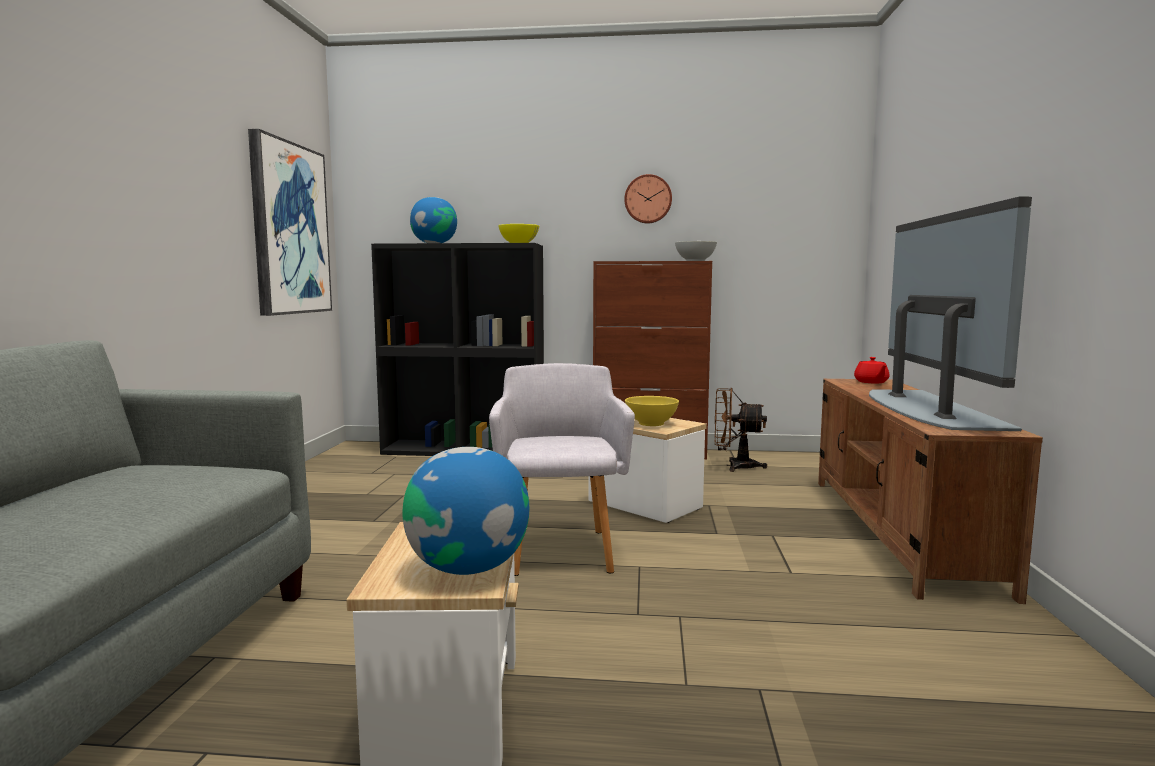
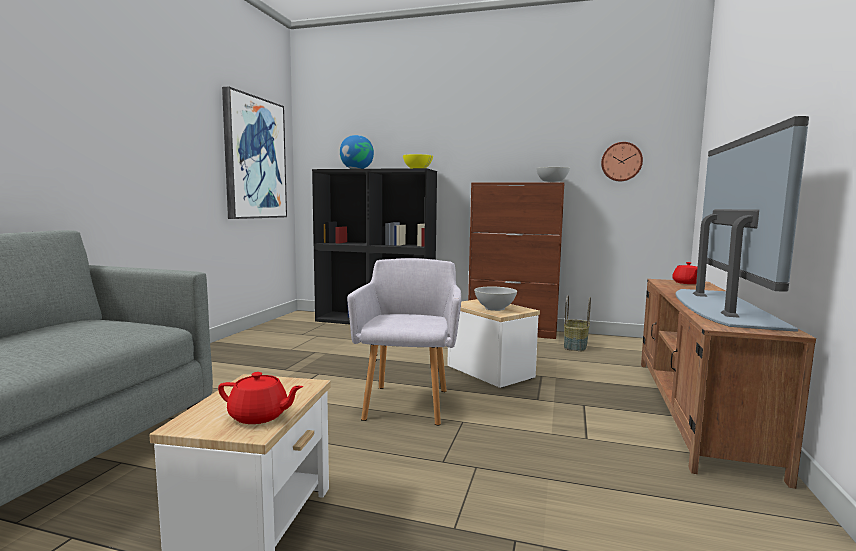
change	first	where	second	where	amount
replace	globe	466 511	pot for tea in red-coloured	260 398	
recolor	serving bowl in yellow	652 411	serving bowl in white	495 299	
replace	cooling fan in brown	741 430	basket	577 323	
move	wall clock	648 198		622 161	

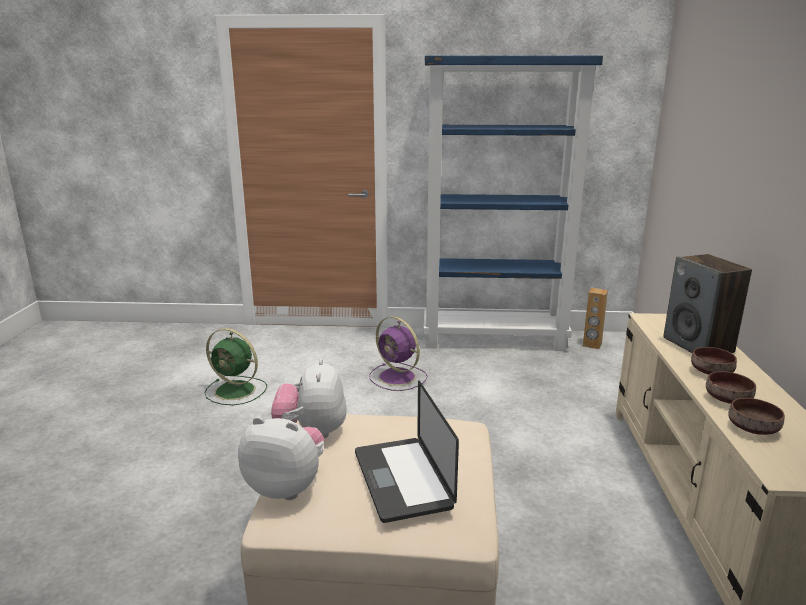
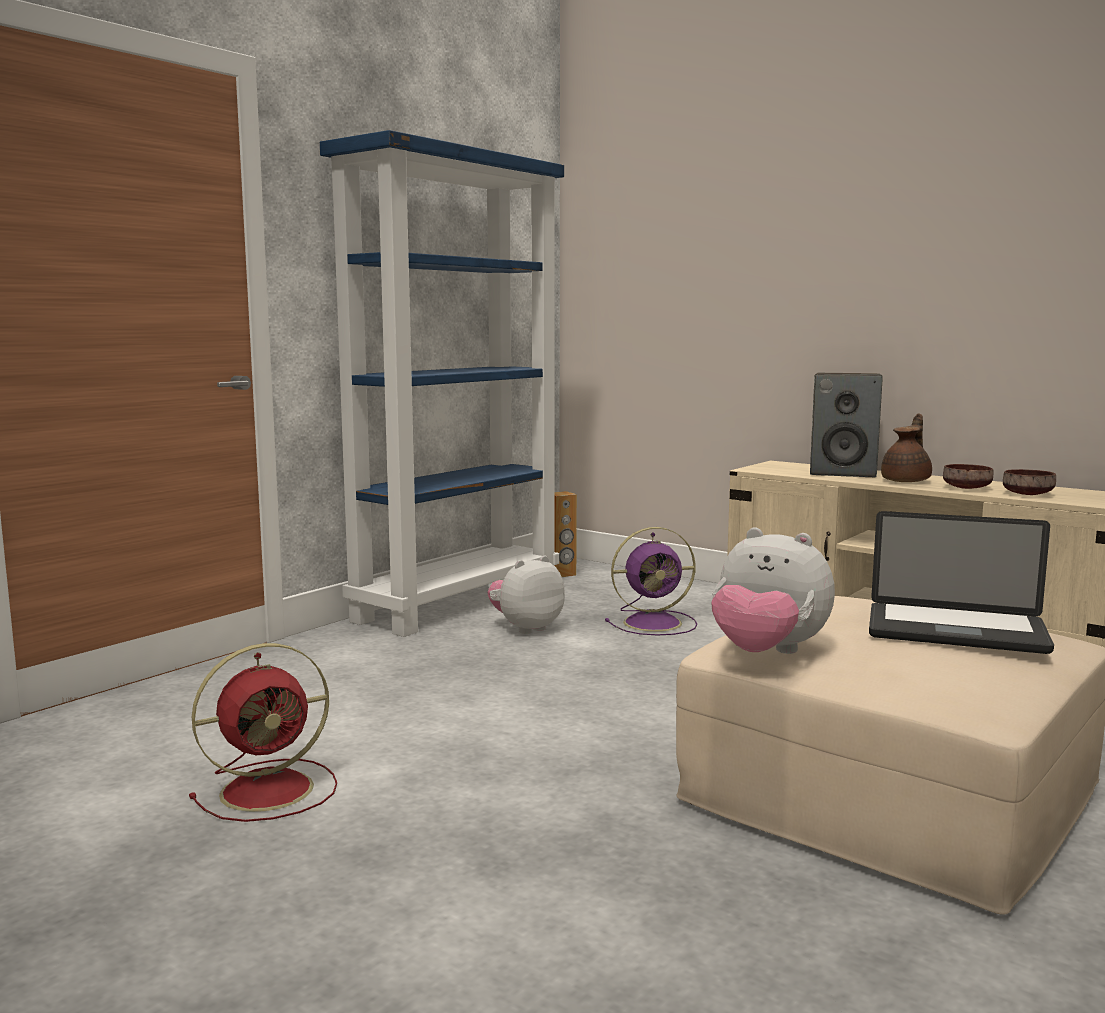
change	first	where	second	where	amount
recolor	cooling fan in greenish	235 366	cooling fan in red-coloured	263 732	
move	soft toy	281 458		526 594	
move	cooling fan in purple-coloured	398 353		651 581	
replace	serving bowl in brown	714 361	pot for tea in brown	906 447	

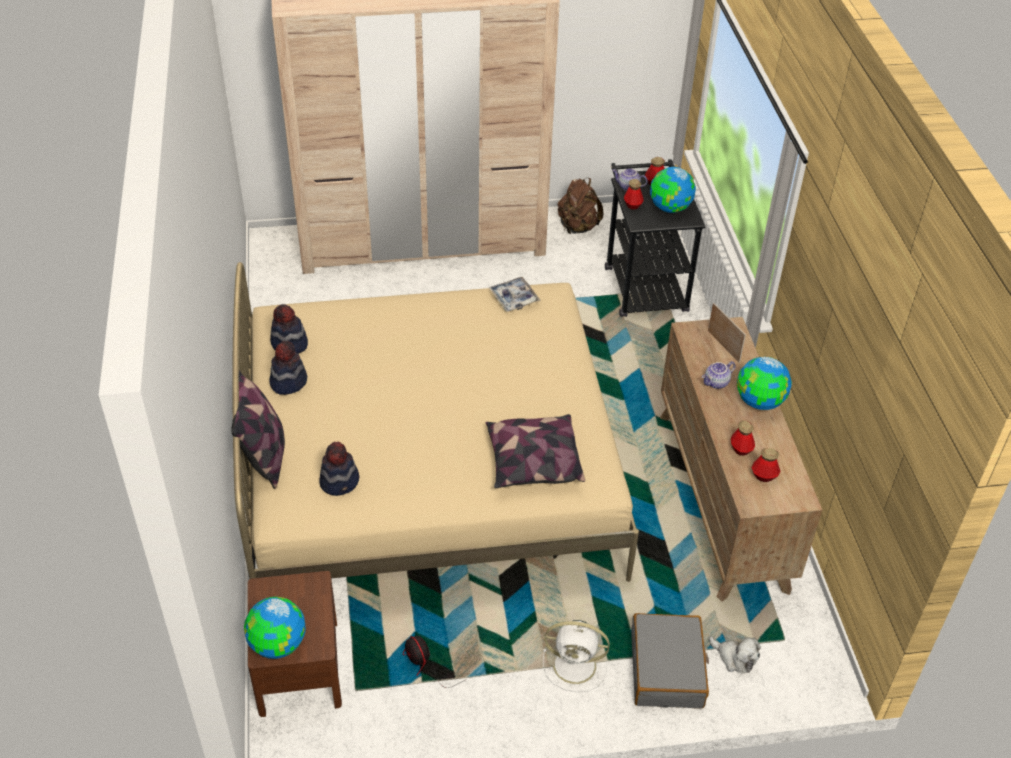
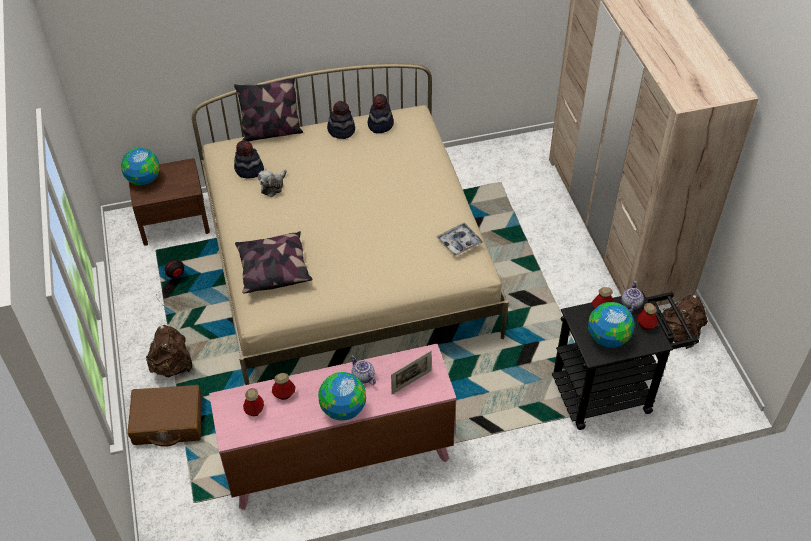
change	first	where	second	where	amount
recolor	suitcase in greyish	670 661	suitcase in brown	165 416	
replace	cooling fan in white	576 656	rucksack in brown	169 351	
recolor	dresser in brown	741 459	dresser in pink-coloured	333 427	
move	soft toy	735 655		272 183	

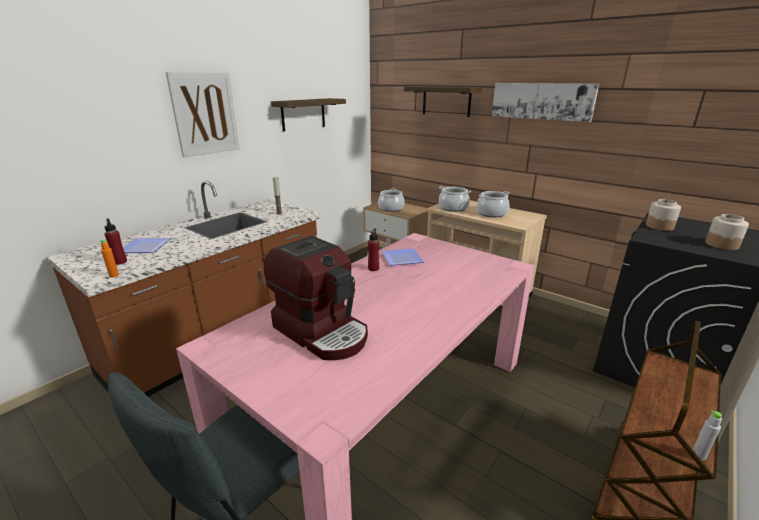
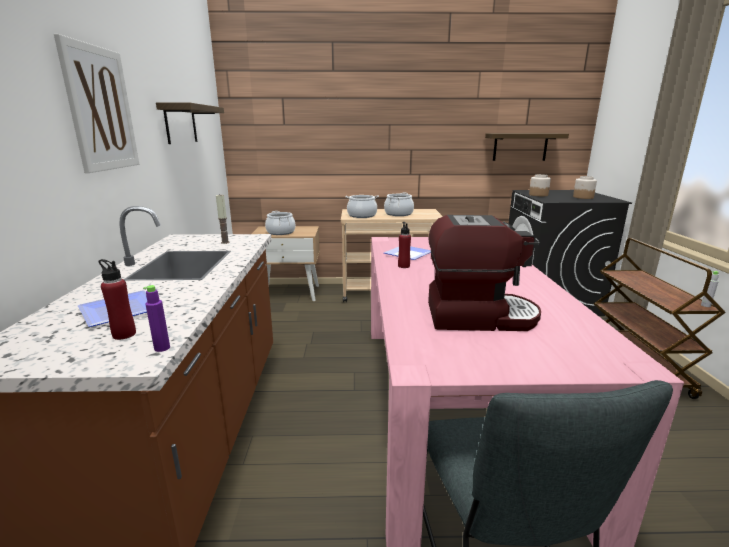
change	first	where	second	where	amount
recolor	beverage bottle in orange-coloured	109 259	beverage bottle in purple-coloured	156 318	
move	bracket shelf	443 101		527 147	
delete	wall picture	545 102			

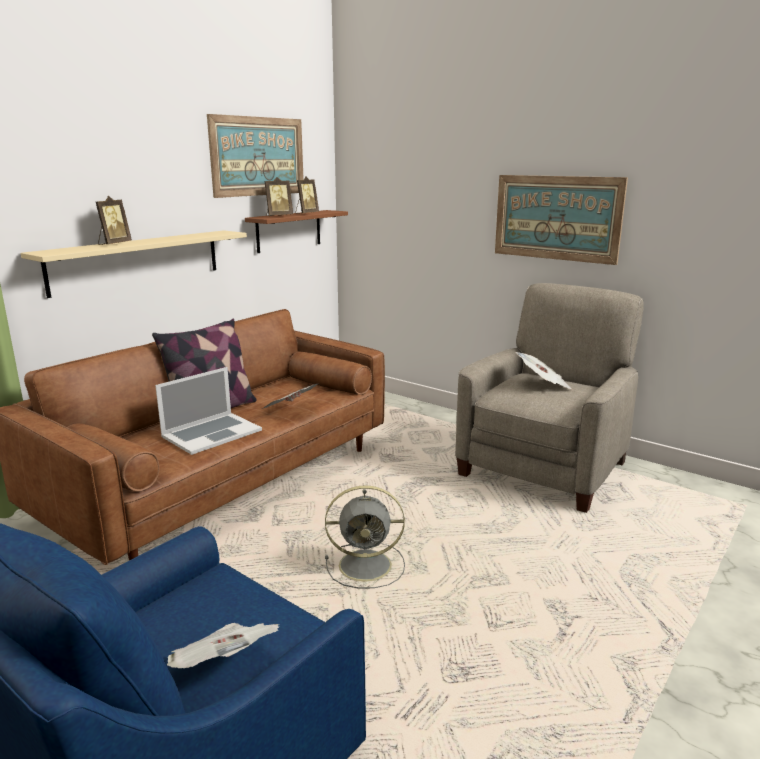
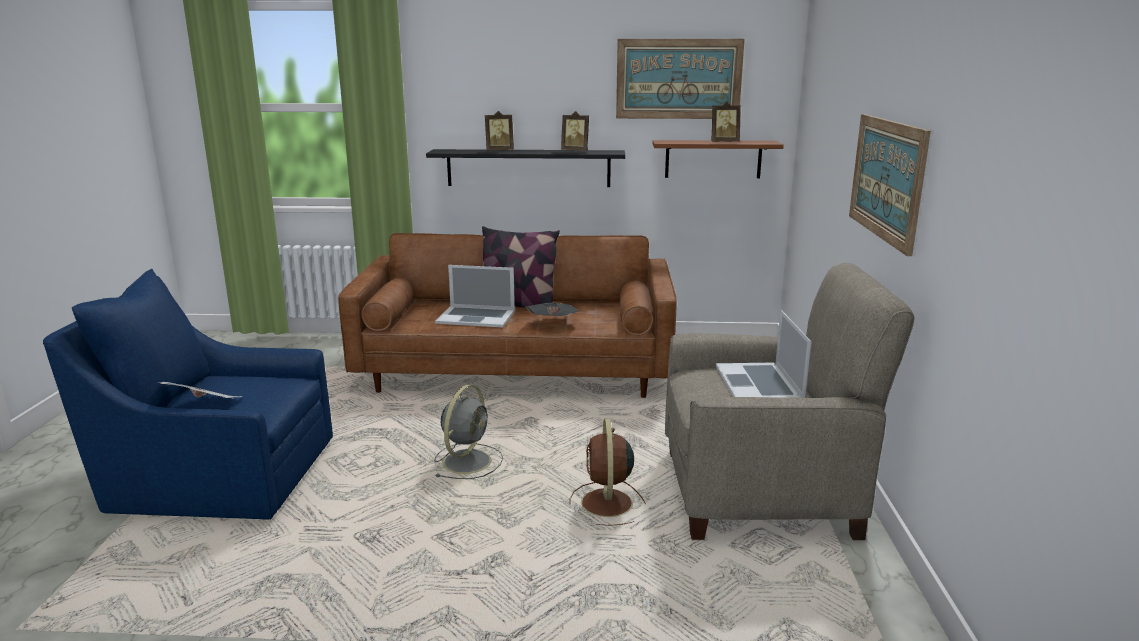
change	first	where	second	where	amount
recolor	bracket shelf in beige	134 264	bracket shelf in black-coloured	525 168	
rotate	cooling fan in greyish	365 537		468 432	120 degrees counterclockwise
move	photo frame	279 196		575 131	
insert			cooling fan in brown	608 472	
replace	newspaper	544 370	laptop	764 354	

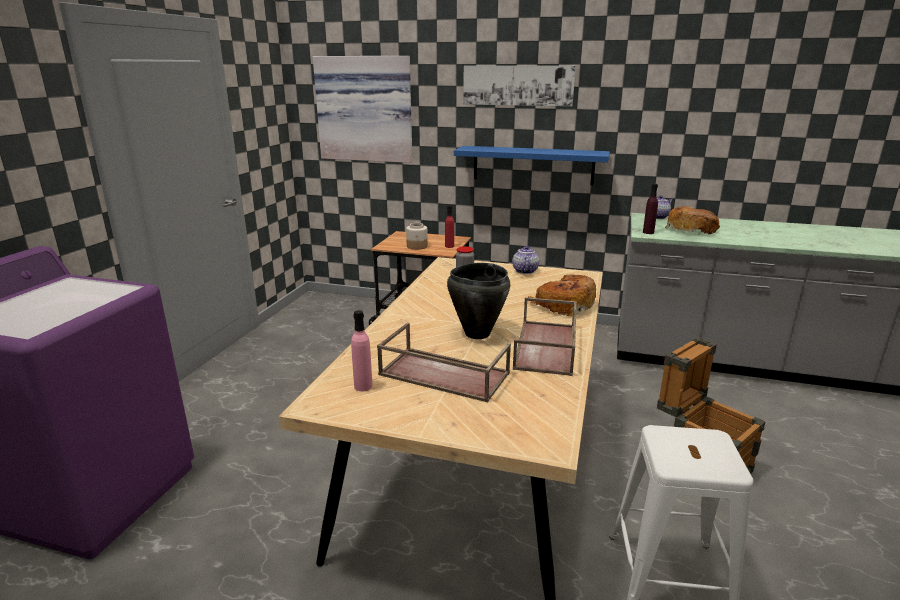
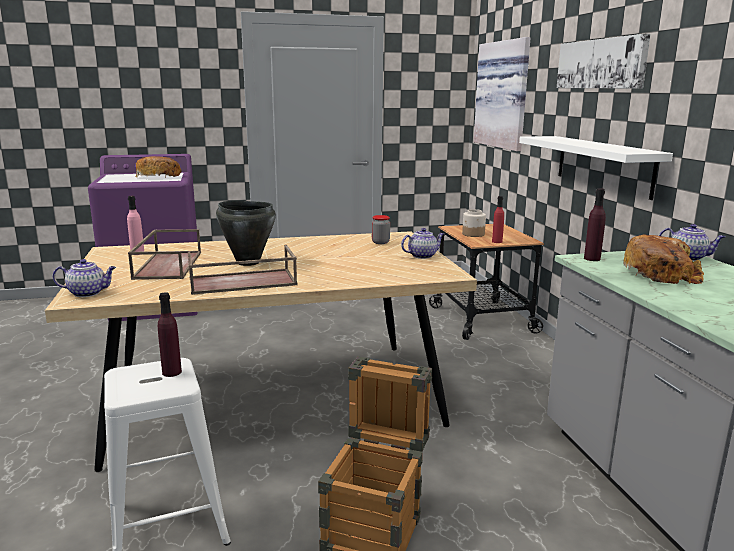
change	first	where	second	where	amount
insert			pot for tea	84 278	
move	bakery bread	562 295		159 166	
insert			beverage bottle in purple-coloured	170 334	
recolor	bracket shelf in blue	532 165	bracket shelf in white	596 168	

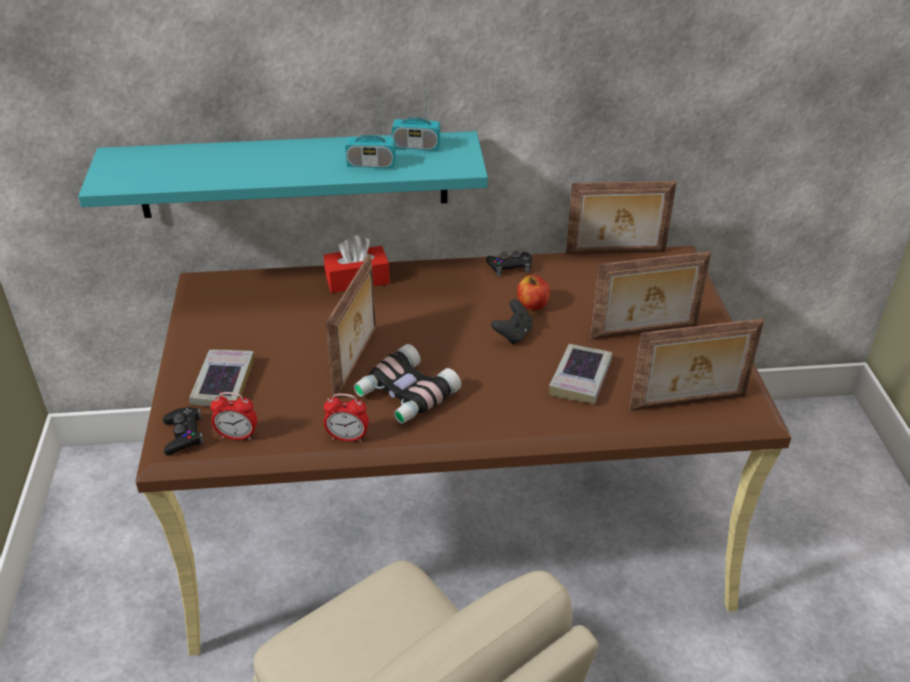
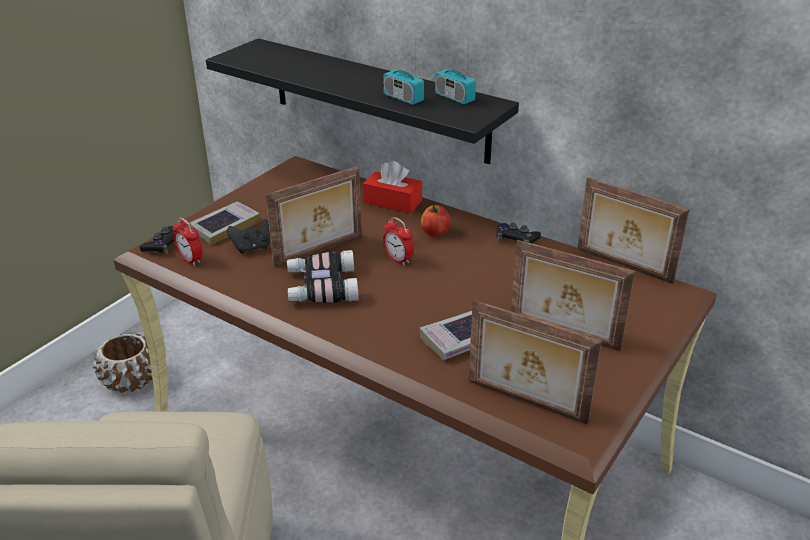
change	first	where	second	where	amount
insert			planter in brown	122 363	
recolor	bracket shelf in blue-green	283 174	bracket shelf in black-coloured	362 101	
move	gamepad in black-coloured	512 322		249 236	
move	bedside clock	346 417		398 241	
move	apple fruit	533 292		435 221	

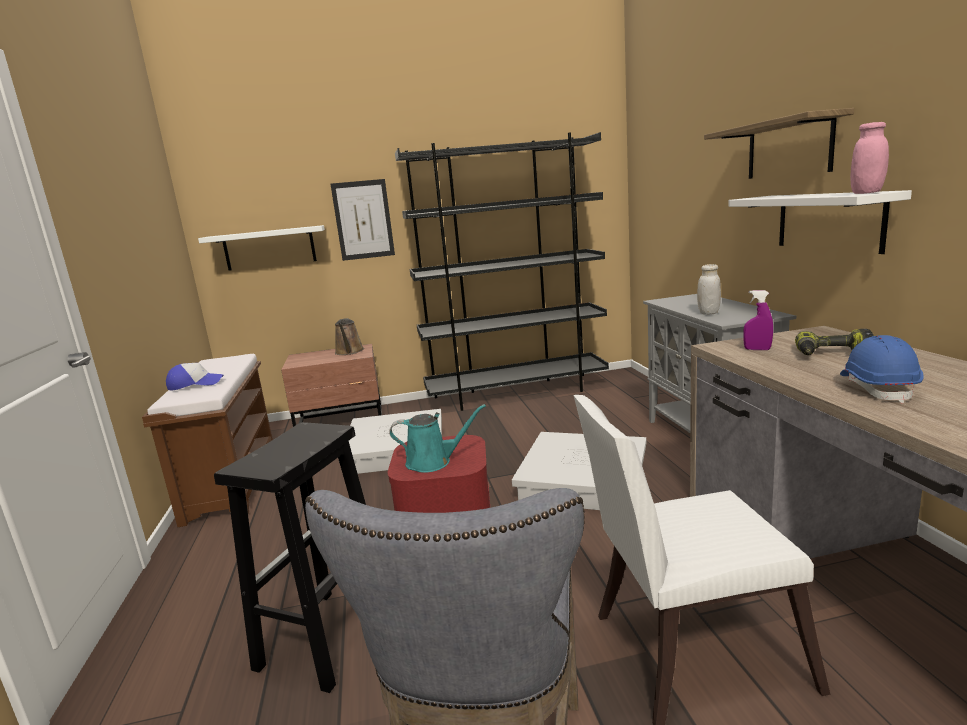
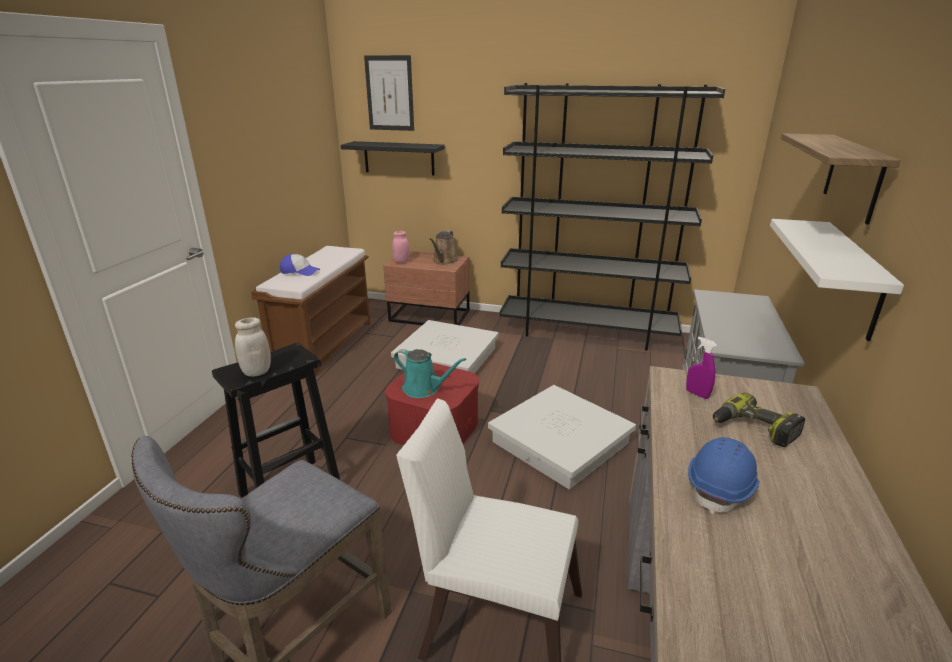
change	first	where	second	where	amount
move	jar in white	709 289		253 347	
recolor	bracket shelf in white	261 248	bracket shelf in black-coloured	393 158	
move	wall picture	363 220		389 93	
move	jar in pink-coloured	869 158		400 247	

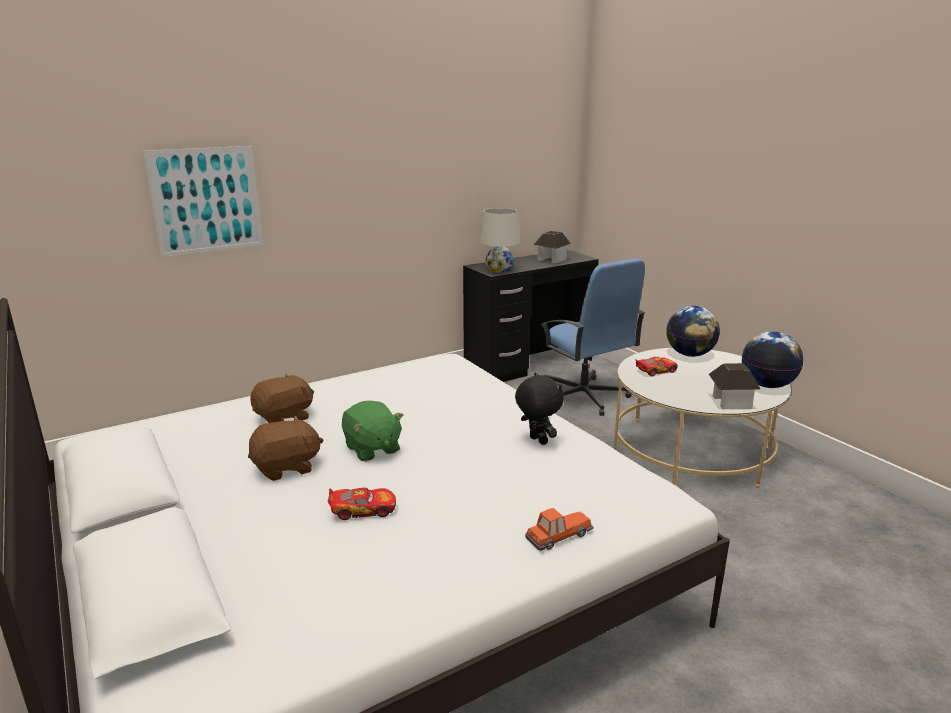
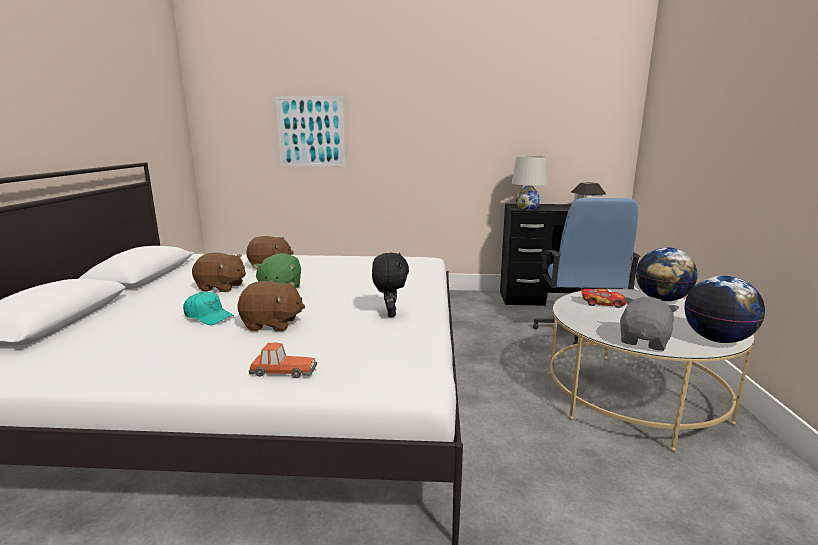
change	first	where	second	where	amount
replace	miniature car	362 504	cap in blue-green	208 308	
insert			soft toy in brown	271 306	
replace	miniature house	735 386	soft toy in greyish	649 324	

